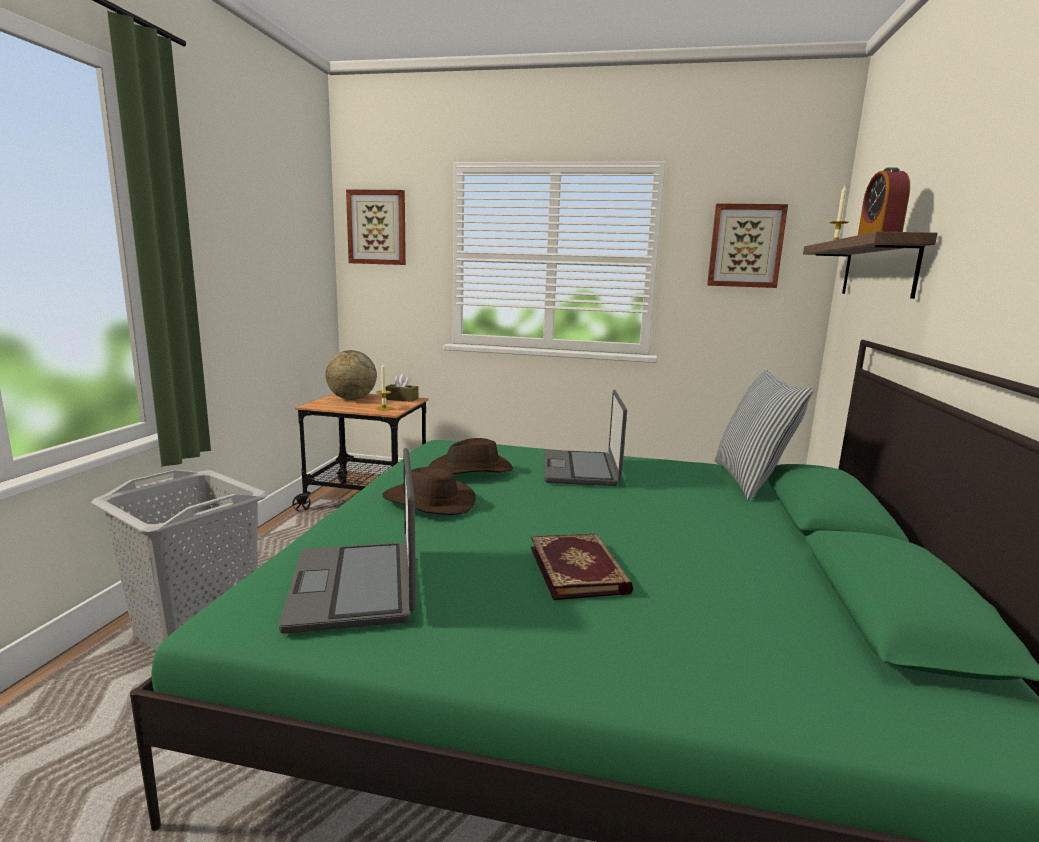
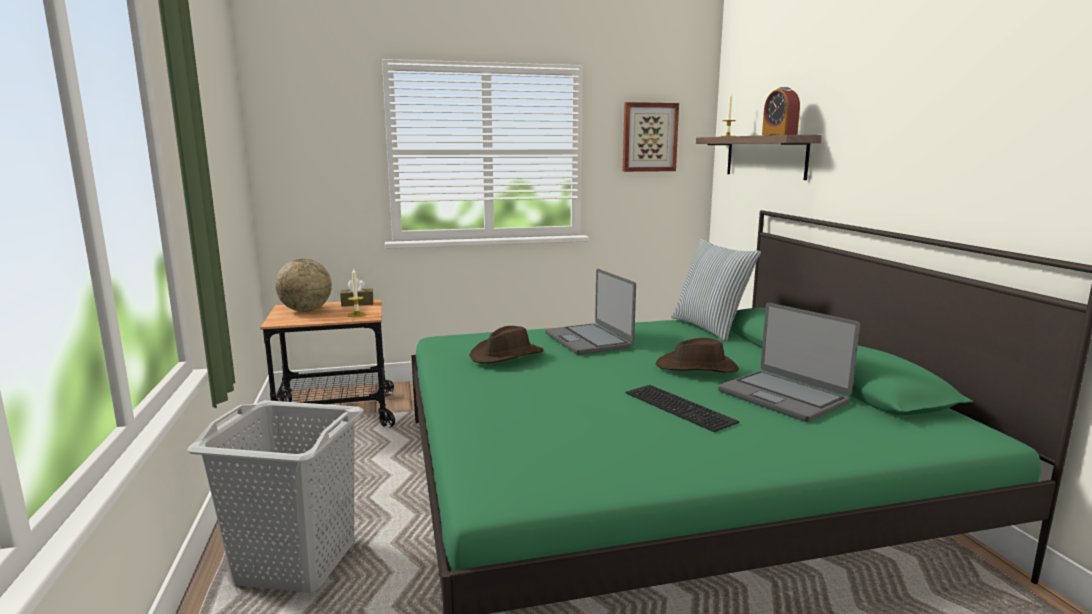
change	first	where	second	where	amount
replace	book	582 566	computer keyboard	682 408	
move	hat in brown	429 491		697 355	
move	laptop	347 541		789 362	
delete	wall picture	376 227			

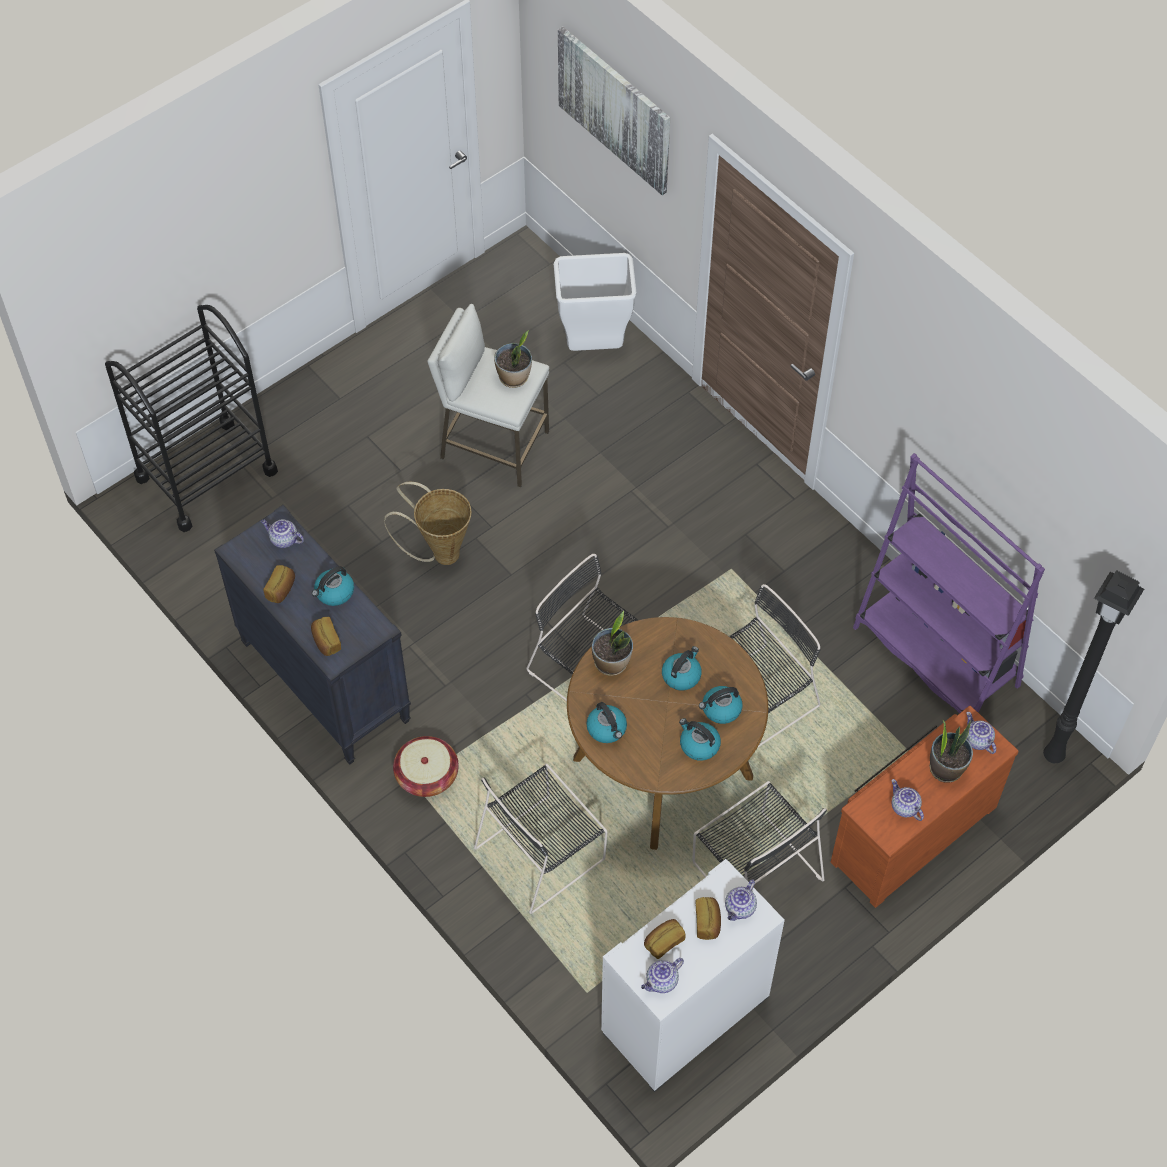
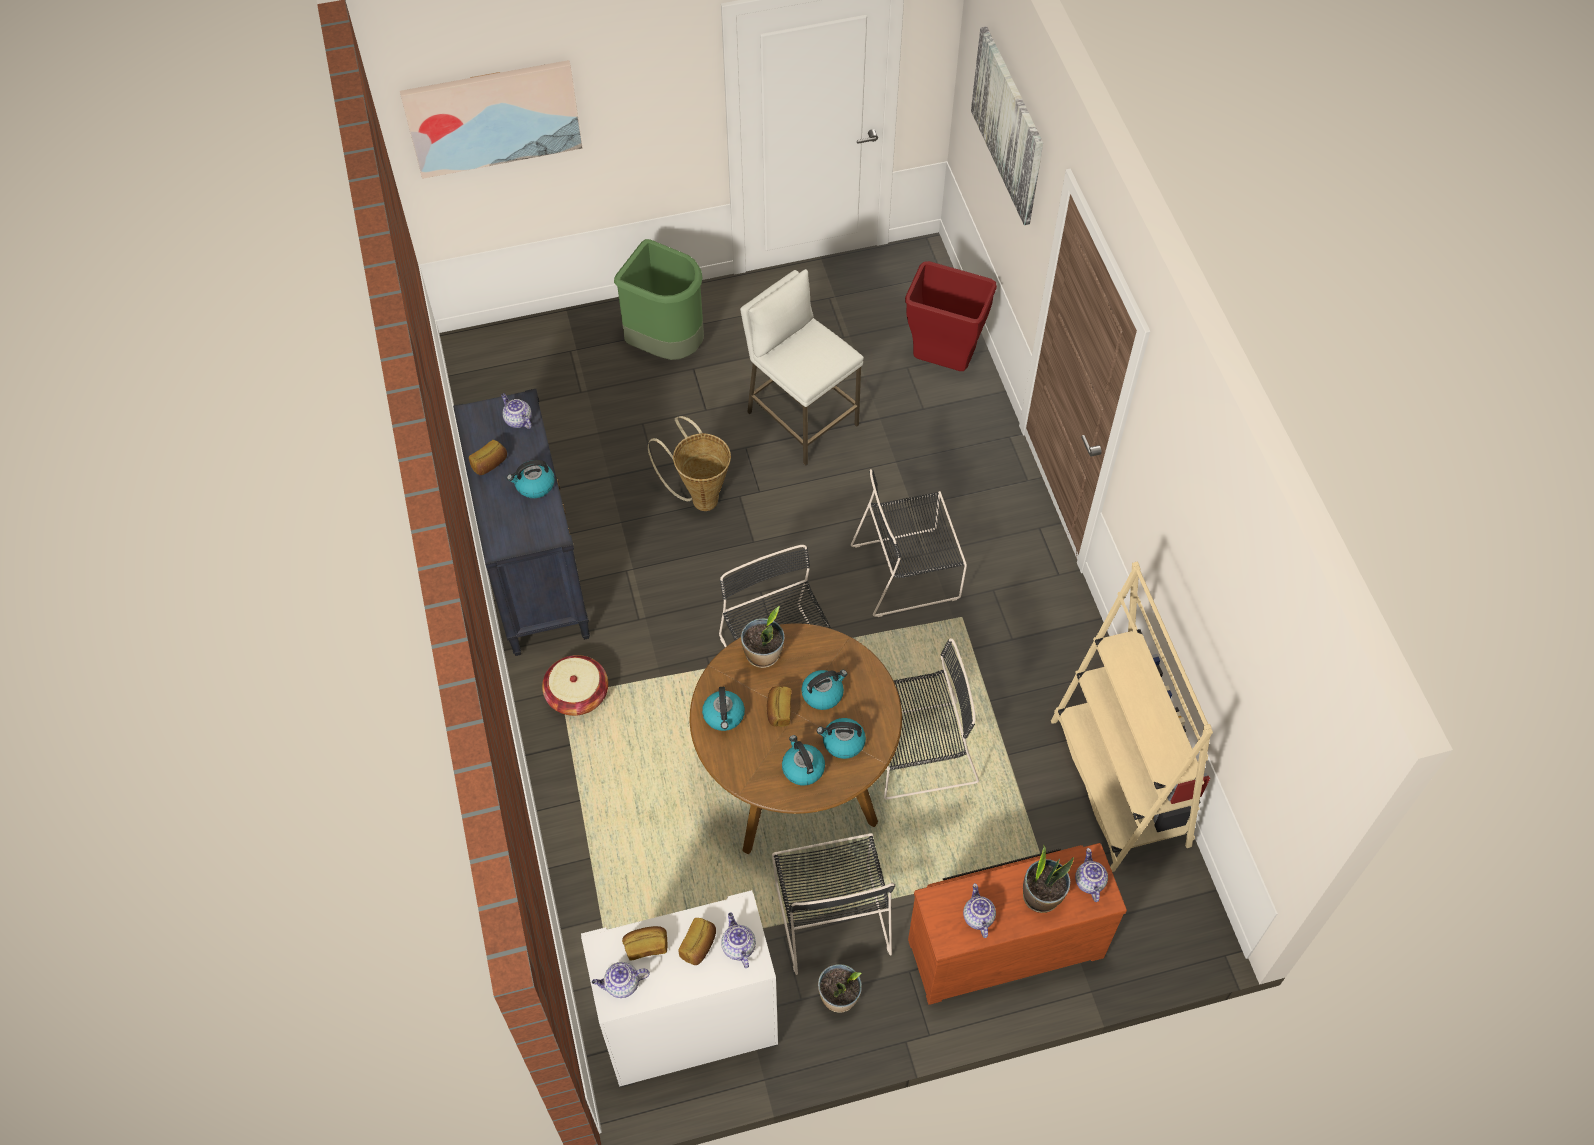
change	first	where	second	where	amount
insert			wall picture	491 119	
insert			waste bin in greenish	659 299	
rotate	pot for tea	741 900		738 940	105 degrees clockwise
move	bakery bread	326 636		779 706	
move	plant in a pot	513 359		840 988	
move	plain chair in black-coloured	540 839		909 543	
recolor	waste bin in white	595 302	waste bin in red-coloured	951 316	
recolor	bookcase in purple-coloured	949 583	bookcase in beige	1132 716	
delete	trolley in black-coloured	191 418			
delete	standard lamp in black-coloured	1093 666			

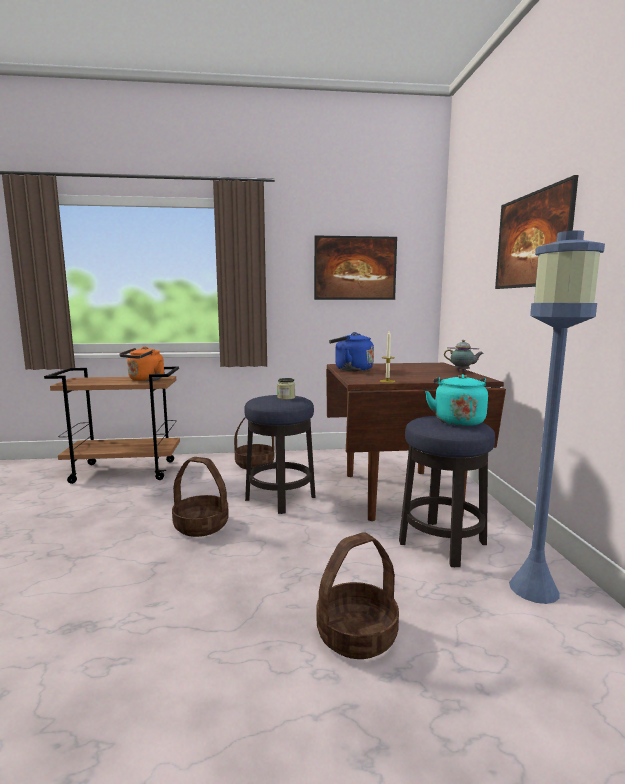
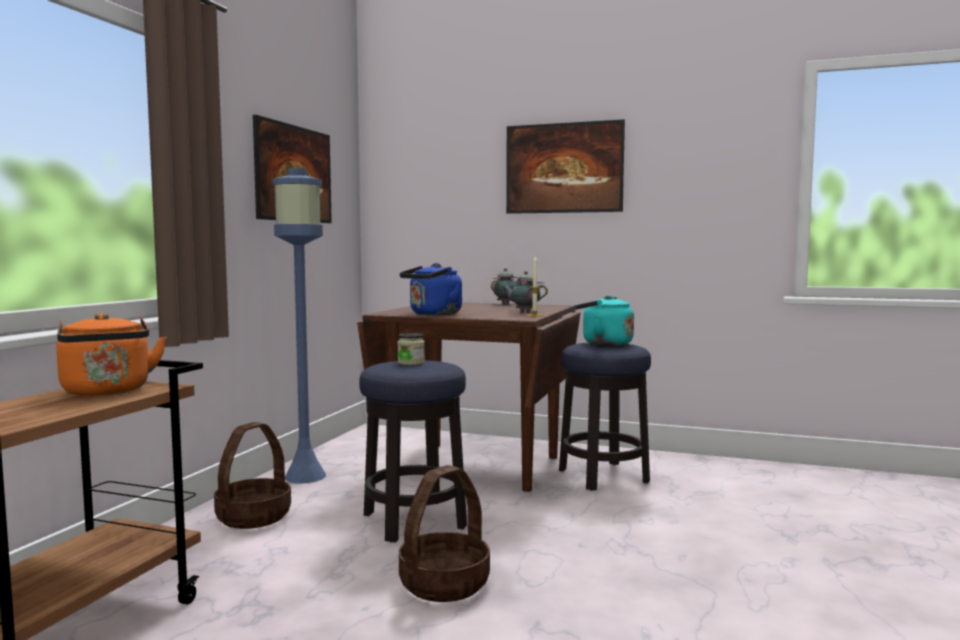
change	first	where	second	where	amount
move	standard lamp in blue	557 417		299 326	
insert			pot for tea	525 292	
delete	basket	358 595			

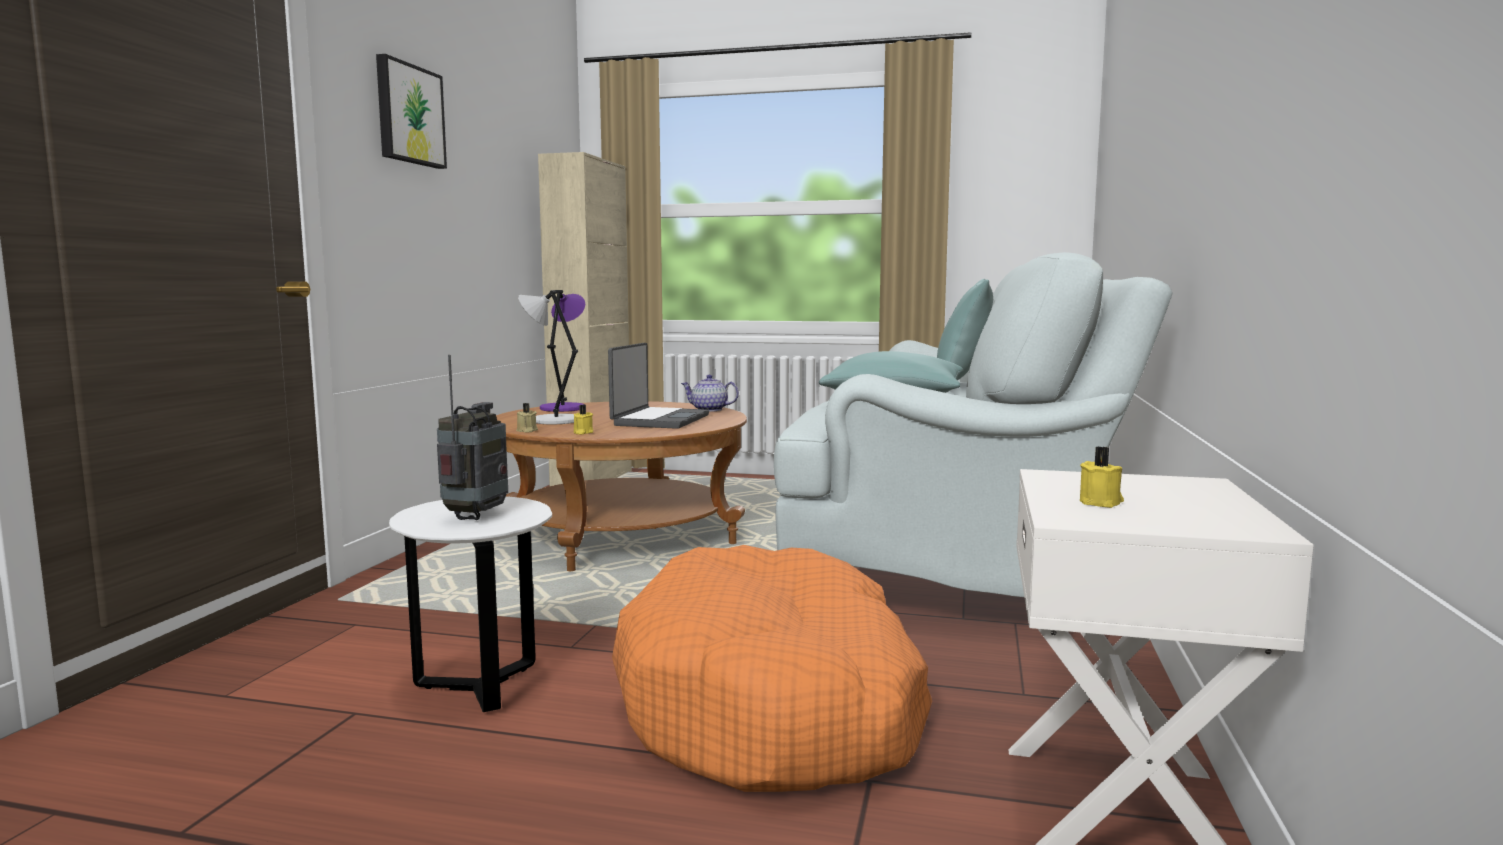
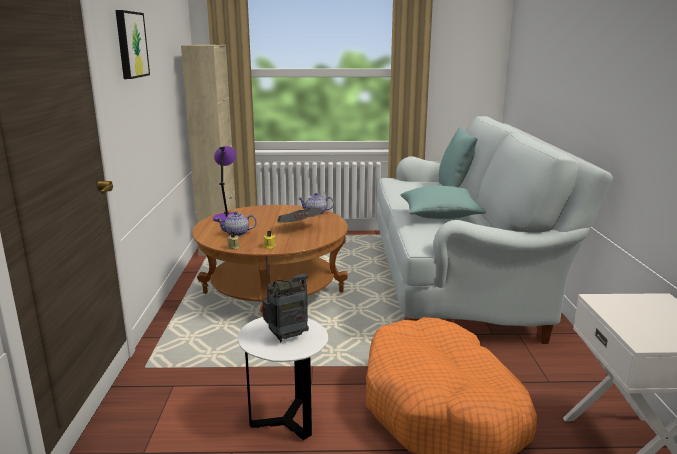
change	first	where	second	where	amount
replace	tabletop lamp in greyish	548 357	pot for tea	236 223	
rotate	radio receiver	472 437		285 299	60 degrees clockwise
replace	laptop	658 386	newspaper	299 215	
delete	candle in yellow	1102 477			

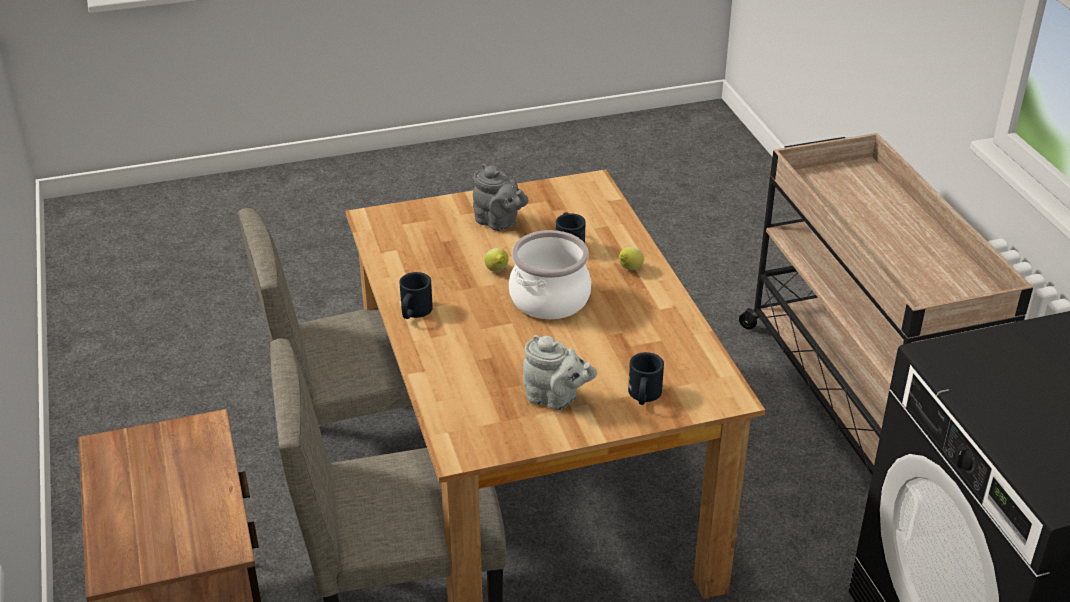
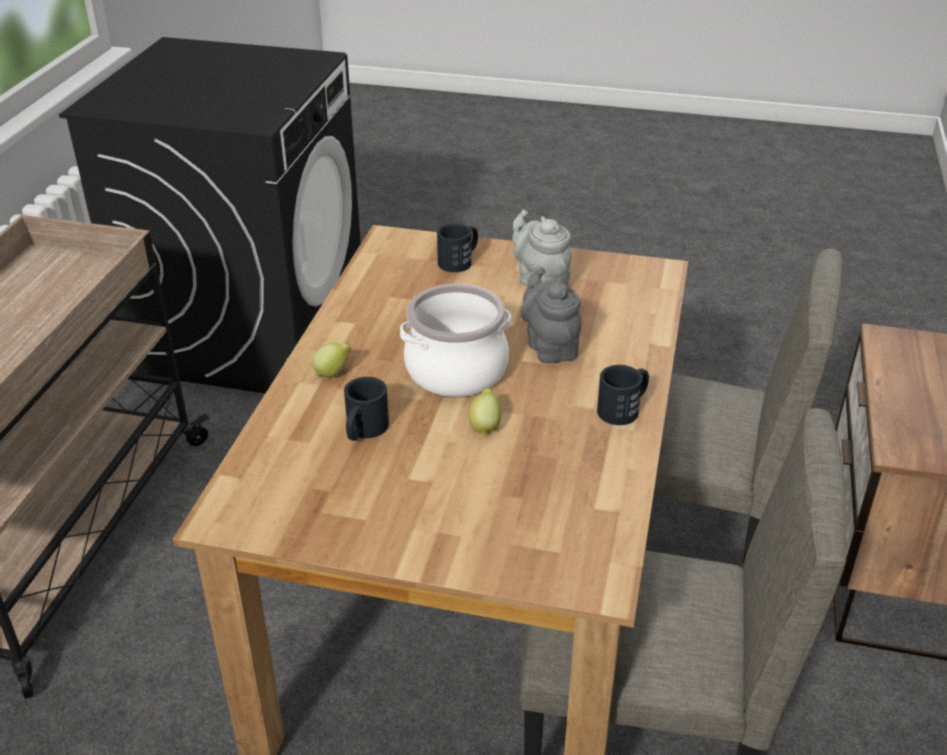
change	first	where	second	where	amount
move	pot for tea in greyish	500 197		551 315	

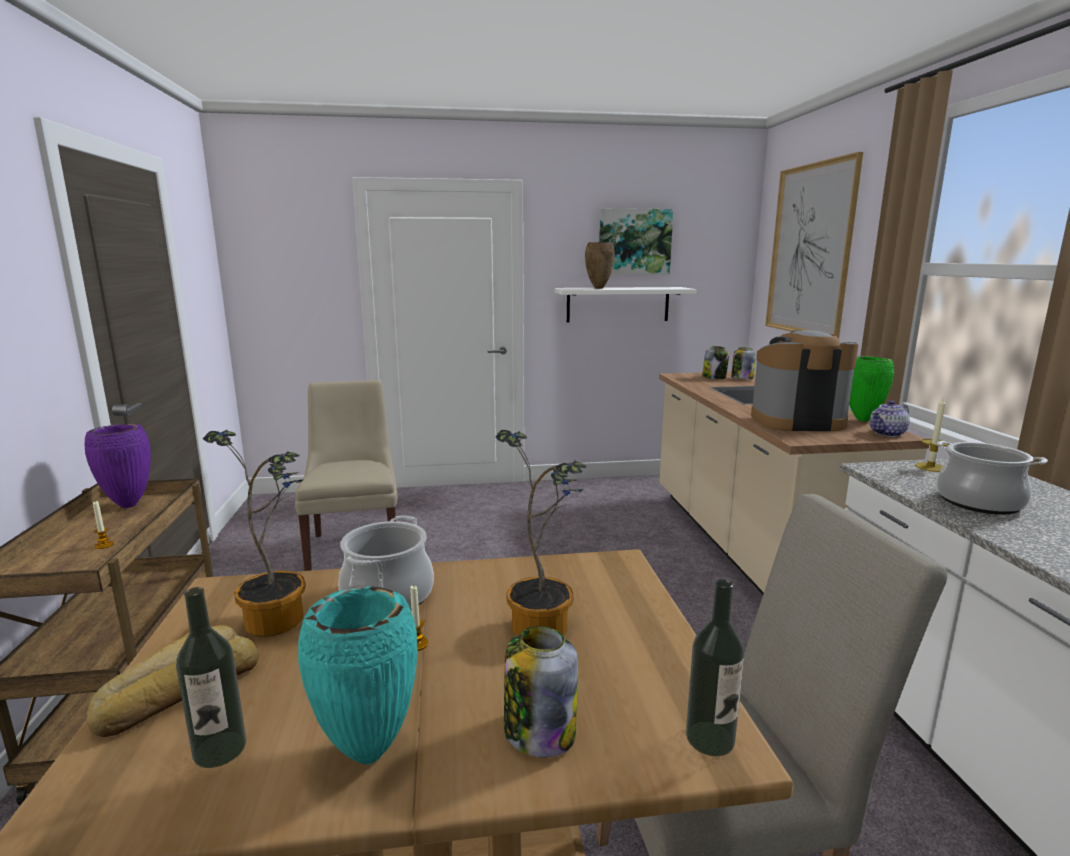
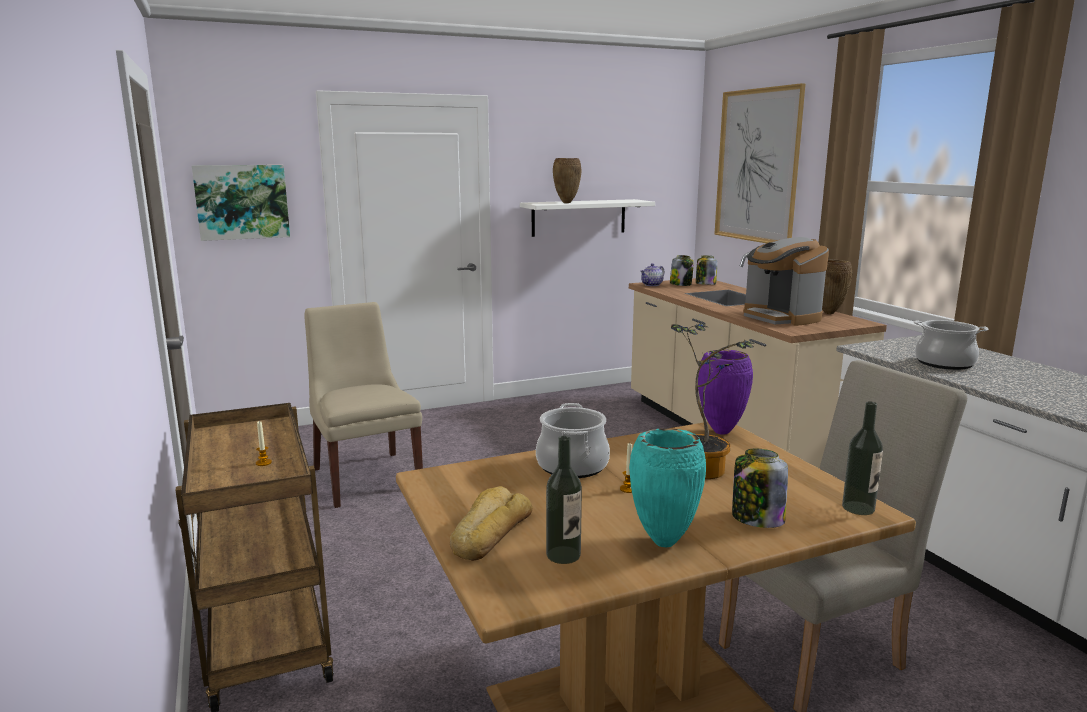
change	first	where	second	where	amount
move	wall picture	636 241		241 203	
move	pot for tea	890 418		652 274	
move	vase in purple-coloured	118 466		725 392	
rotate	coffee machine	805 380		786 281	105 degrees counterclockwise
recolor	vase in greenish	871 388	vase in brown	837 286	
delete	plant in a pot	254 533			
delete	candle	931 434			

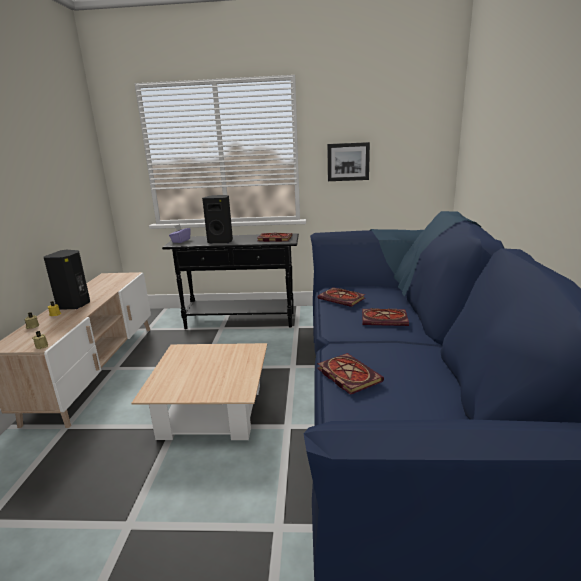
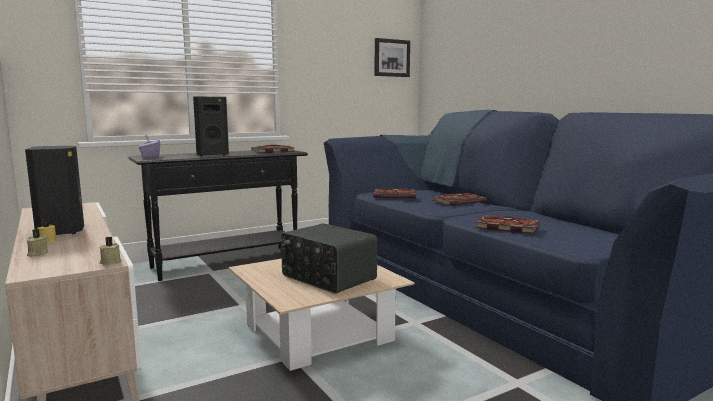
change	first	where	second	where	amount
insert			radio receiver	328 258	
move	wall picture	348 161		392 57	

